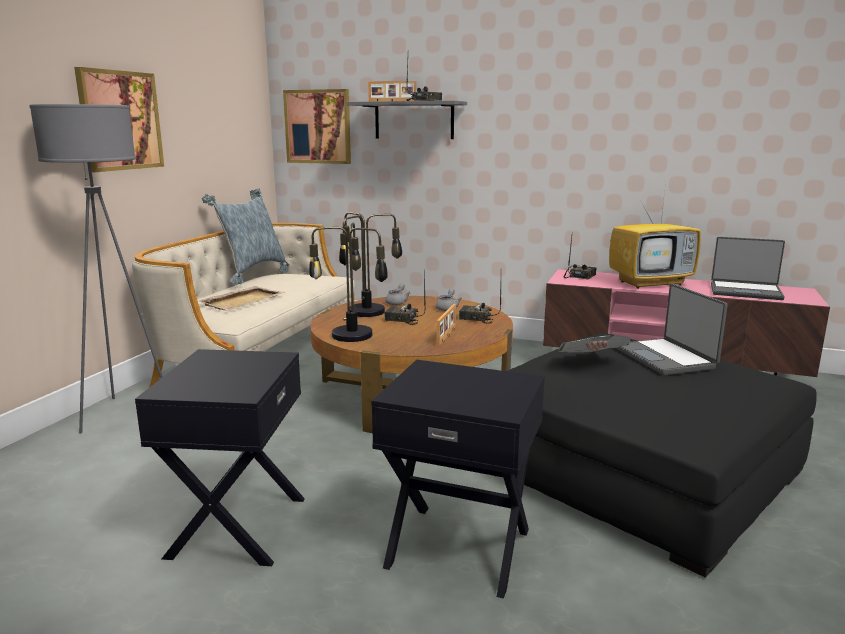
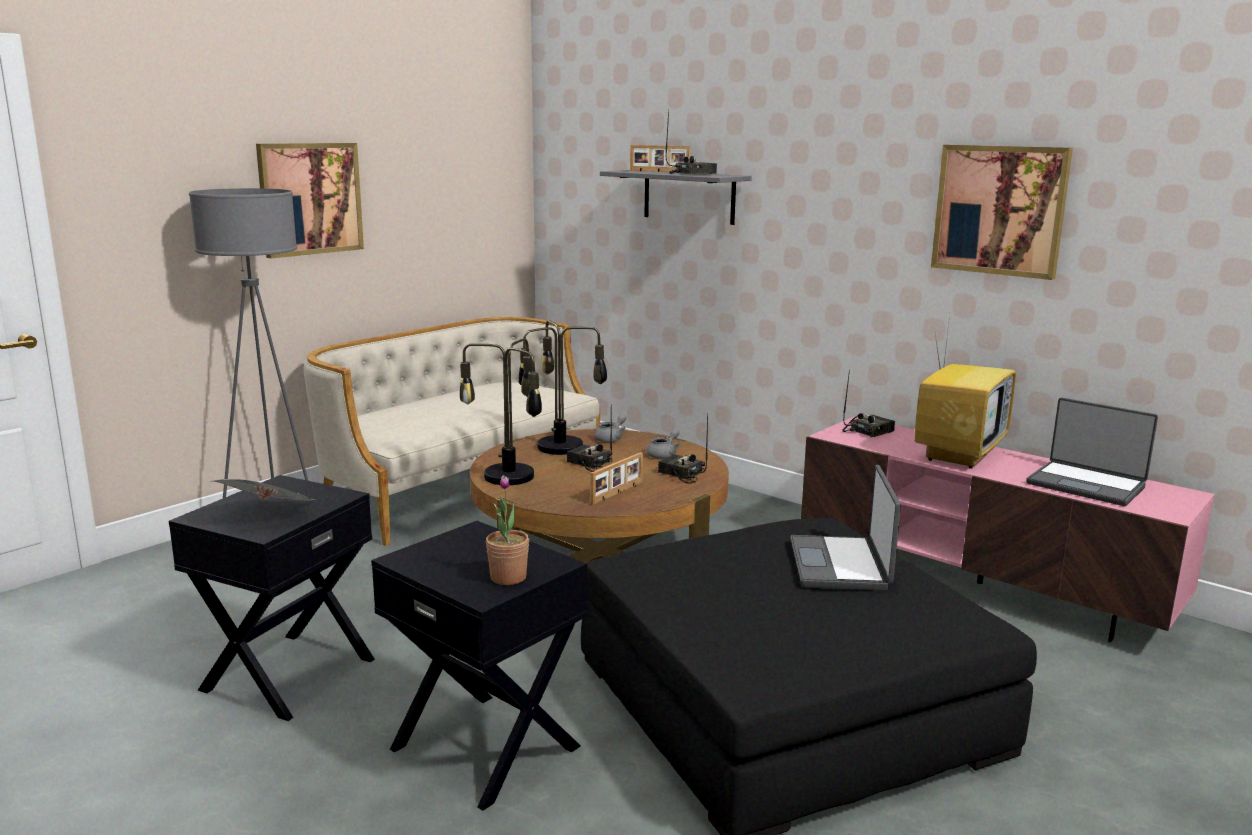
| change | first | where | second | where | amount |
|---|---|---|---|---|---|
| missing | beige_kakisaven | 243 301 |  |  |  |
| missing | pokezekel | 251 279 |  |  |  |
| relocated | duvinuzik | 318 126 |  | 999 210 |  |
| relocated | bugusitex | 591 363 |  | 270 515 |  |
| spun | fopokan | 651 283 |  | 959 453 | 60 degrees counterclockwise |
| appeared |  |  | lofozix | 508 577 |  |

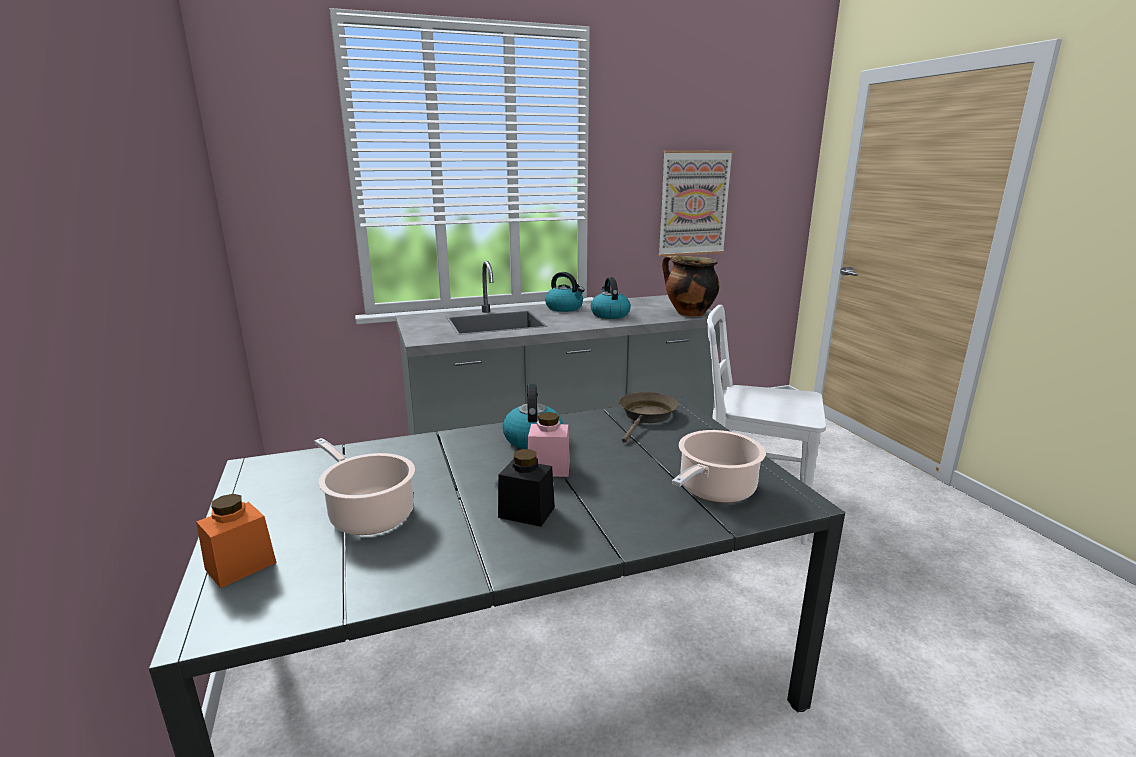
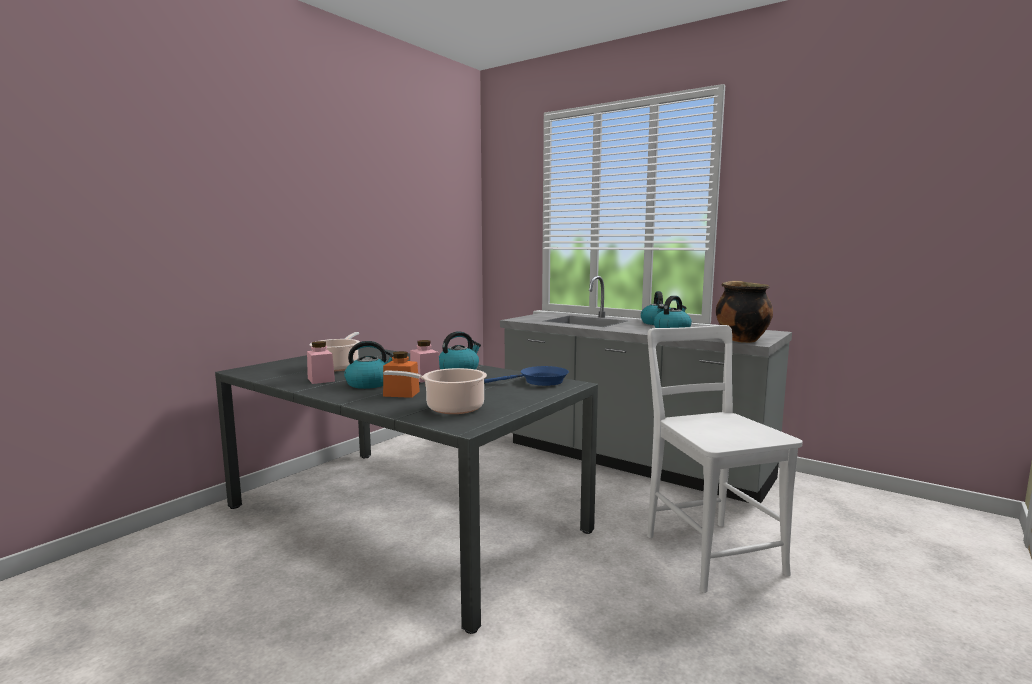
| change | first | where | second | where | amount |
|---|---|---|---|---|---|
| relocated | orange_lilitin | 240 565 |  | 401 393 |  |
| exchanged | black_lilitin | 526 512 | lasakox | 370 384 |  |
| colour | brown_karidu | 646 416 | blue_karidu | 539 381 |  |
| missing | duvinuzik | 694 203 |  |  |  |
| appeared |  |  | pink_lilitin | 321 379 |  |

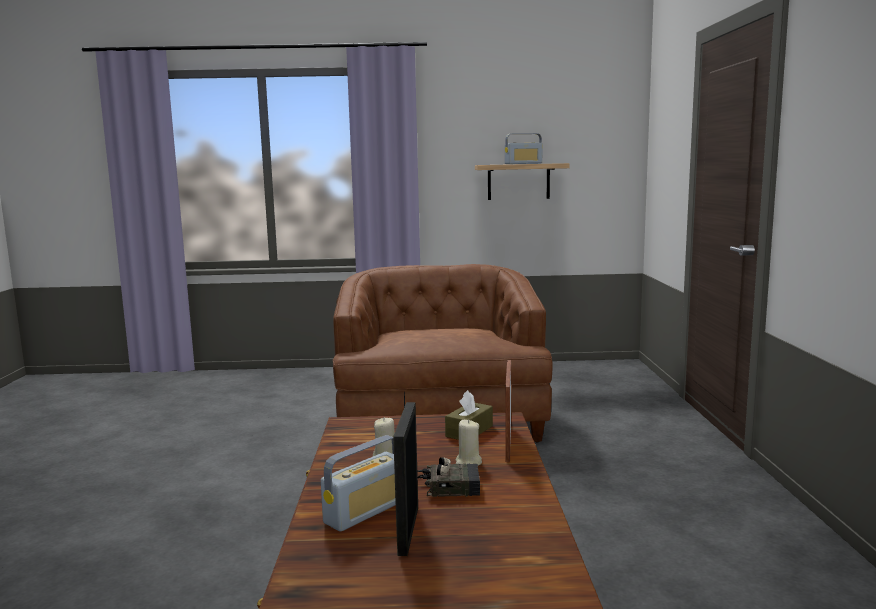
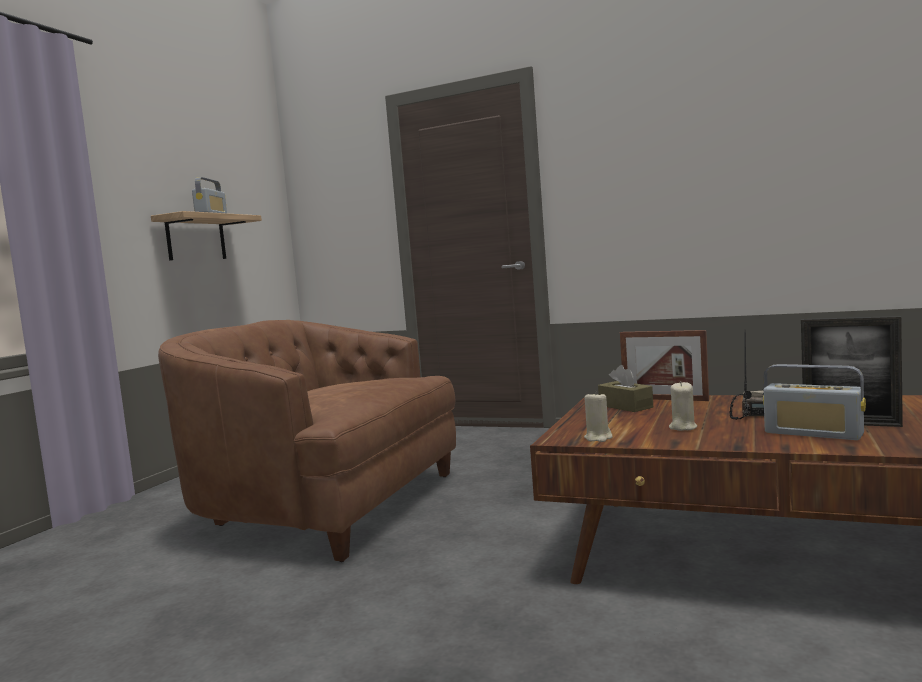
| change | first | where | second | where | amount |
|---|---|---|---|---|---|
| spun | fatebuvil | 365 511 |  | 813 433 | 150 degrees clockwise |
| relocated | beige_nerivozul | 468 462 |  | 598 438 |  |

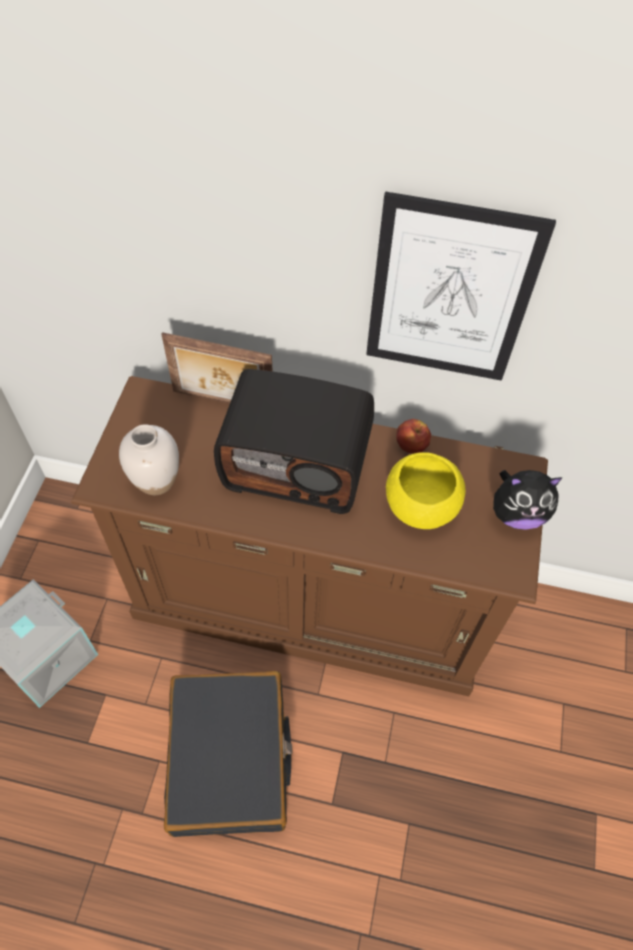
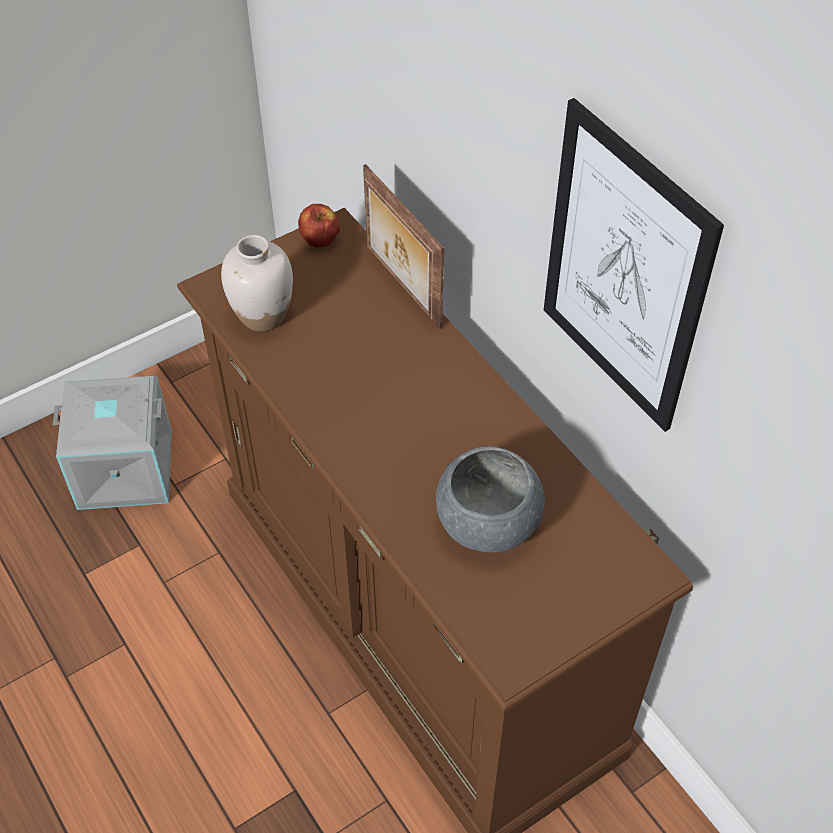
| change | first | where | second | where | amount |
|---|---|---|---|---|---|
| missing | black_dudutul | 230 758 |  |  |  |
| missing | fatebuvil | 298 463 |  |  |  |
| colour | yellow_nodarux | 420 506 | grey_nodarux | 487 522 |  |
| relocated | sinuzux | 411 445 |  | 319 239 |  |
| missing | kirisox | 517 514 |  |  |  |

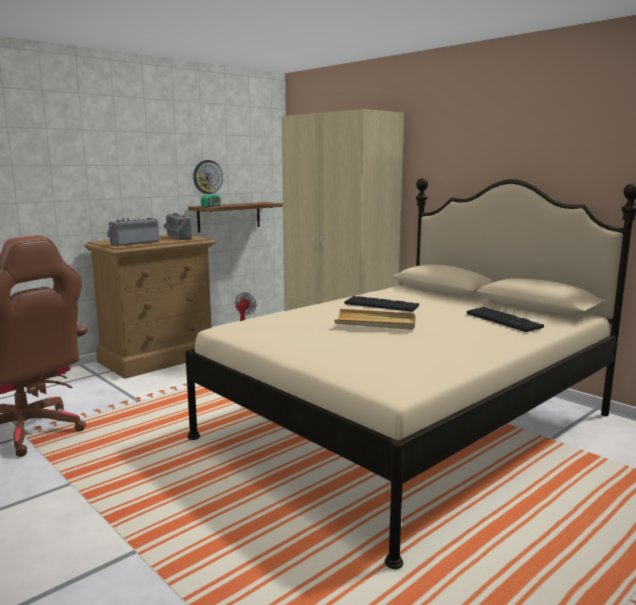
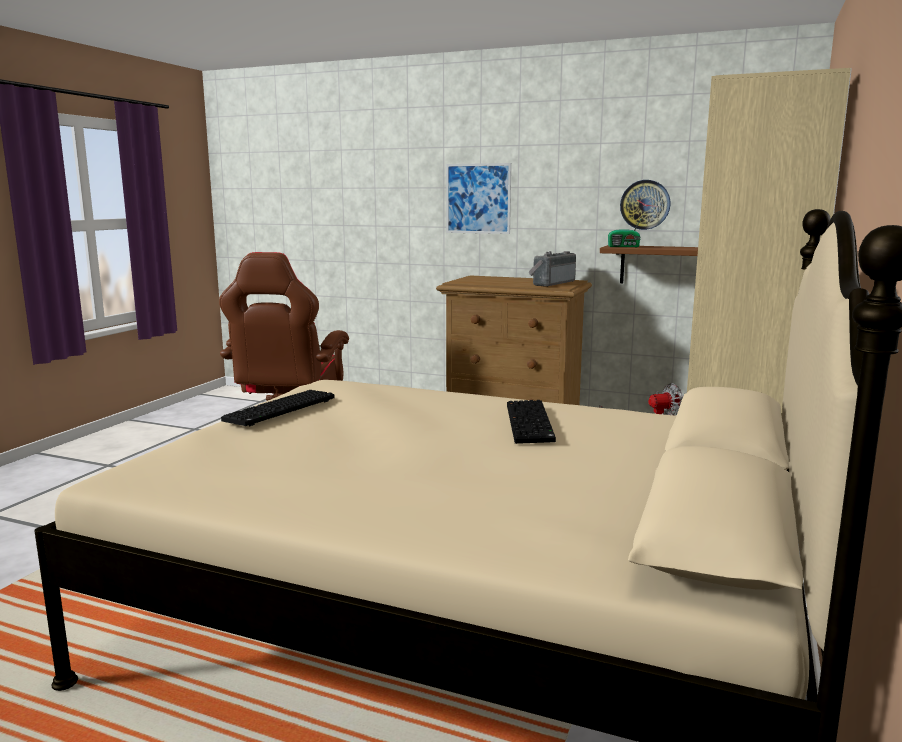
| change | first | where | second | where | amount |
|---|---|---|---|---|---|
| missing | fatebuvil | 134 243 |  |  |  |
| missing | beige_kakisaven | 375 322 |  |  |  |
| relocated | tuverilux | 505 320 |  | 281 410 |  |
| appeared |  |  | duvinuzik | 478 198 |  |

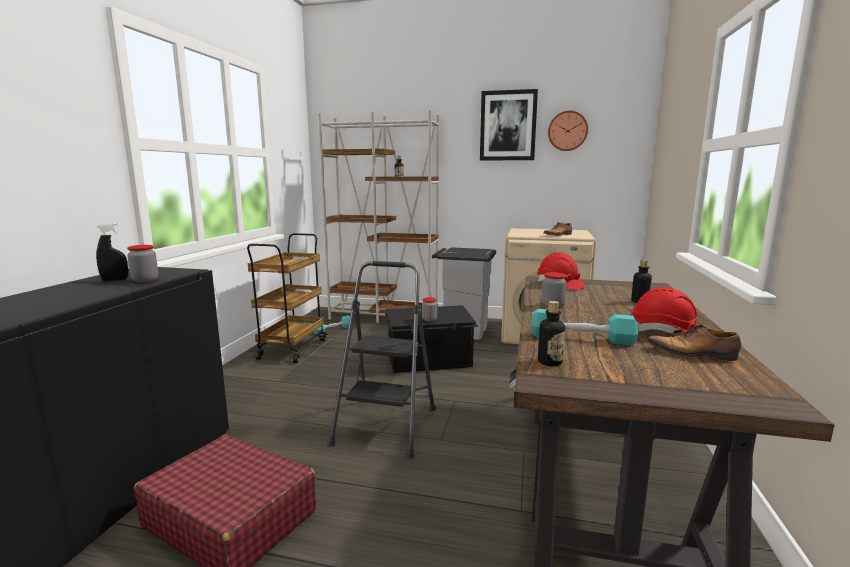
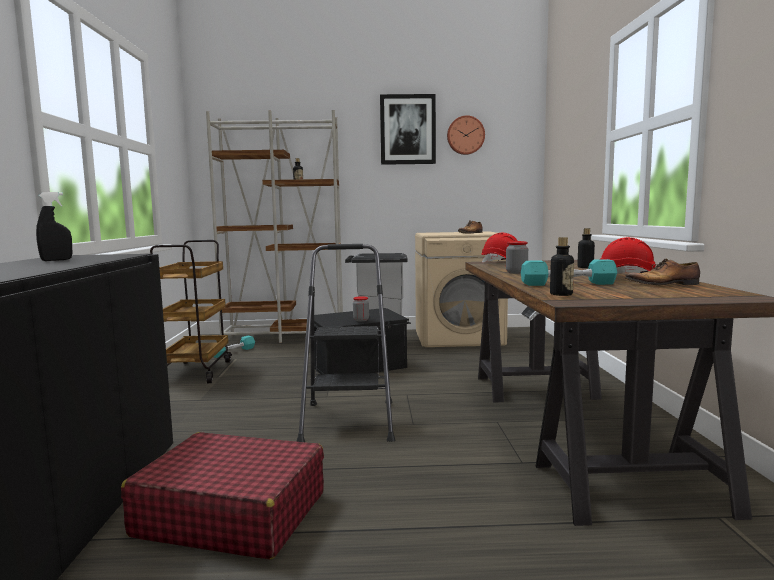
| change | first | where | second | where | amount |
|---|---|---|---|---|---|
| missing | lilitin | 145 280 |  |  |  |

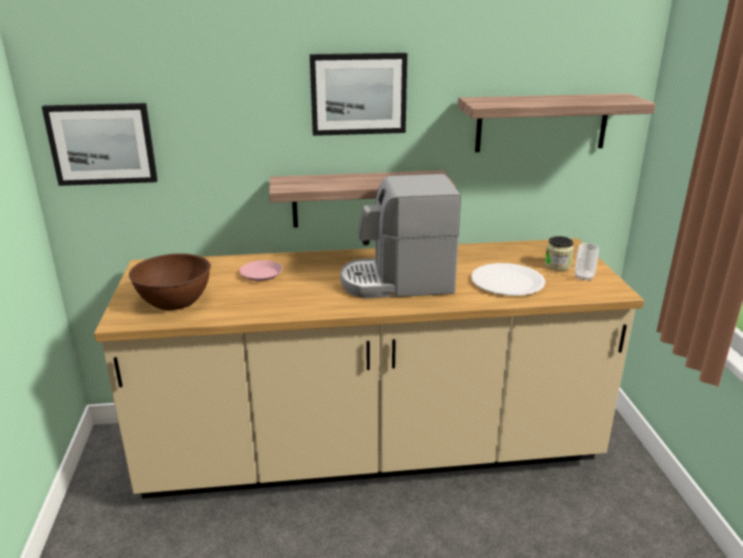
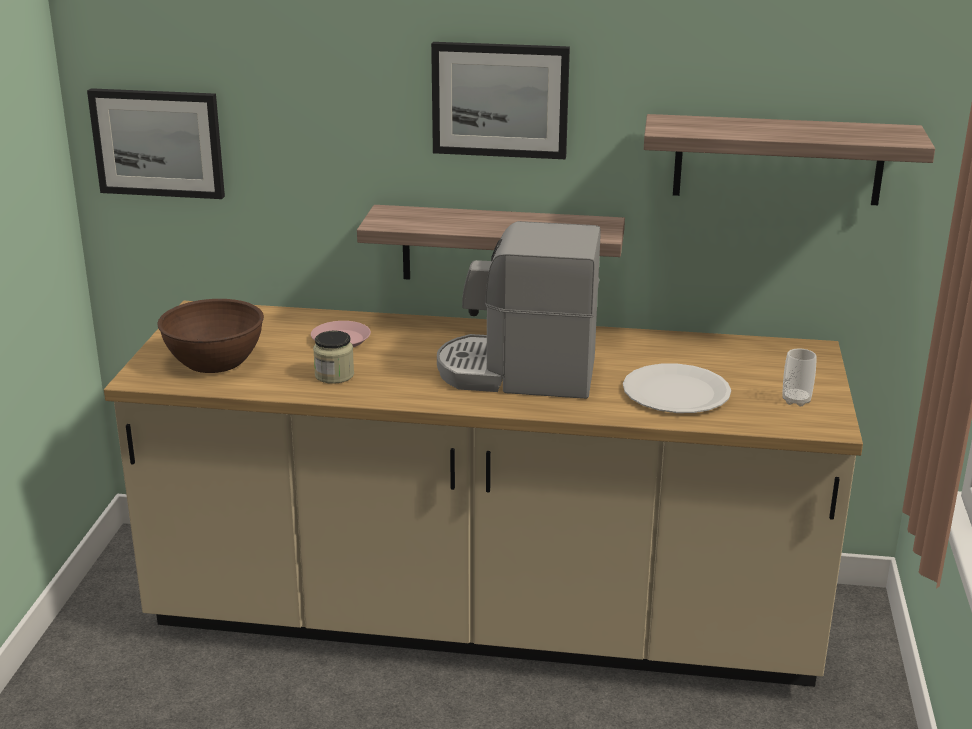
| change | first | where | second | where | amount |
|---|---|---|---|---|---|
| relocated | lilitin | 557 265 |  | 334 375 |  |

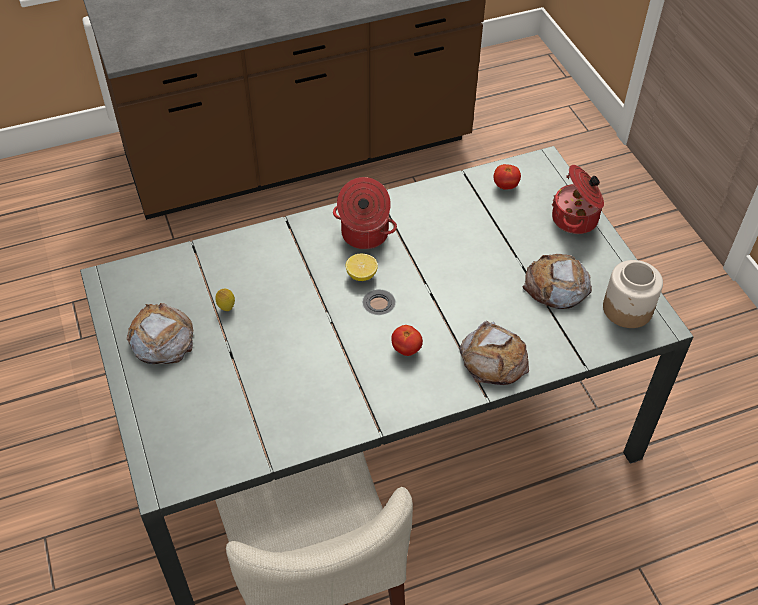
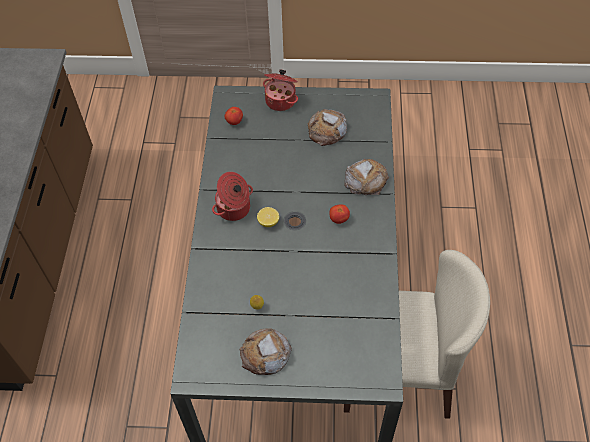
| change | first | where | second | where | amount |
|---|---|---|---|---|---|
| missing | lilitin | 628 309 |  |  |  |

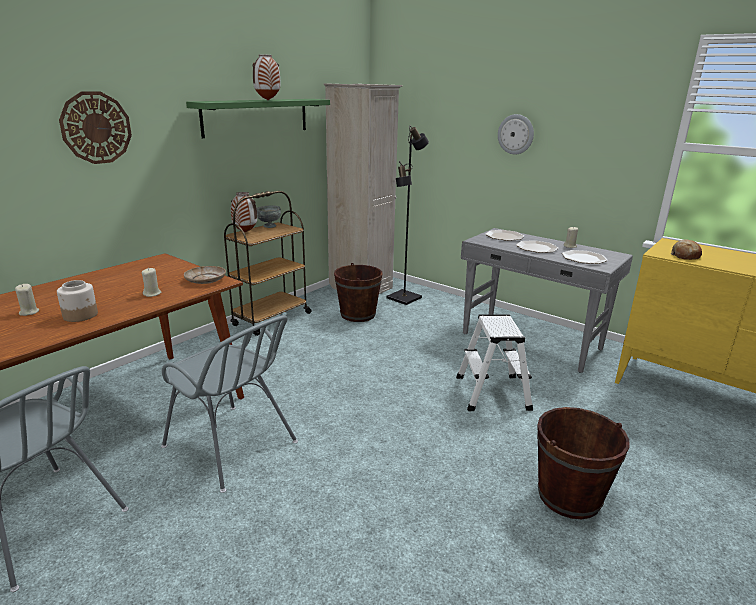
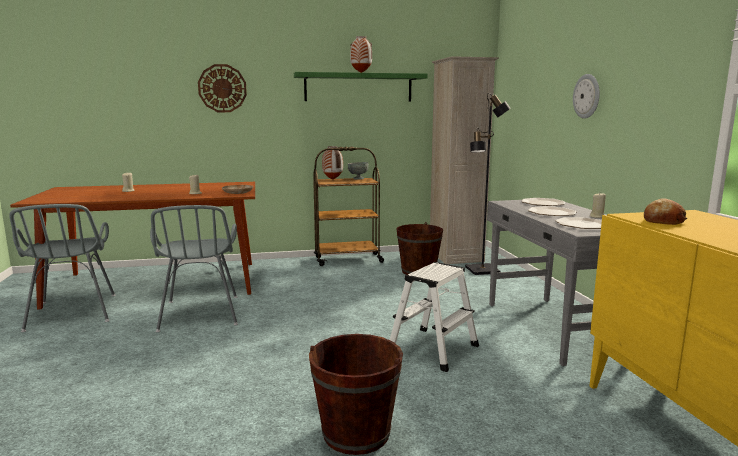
| change | first | where | second | where | amount |
|---|---|---|---|---|---|
| missing | lilitin | 81 315 |  |  |  |

